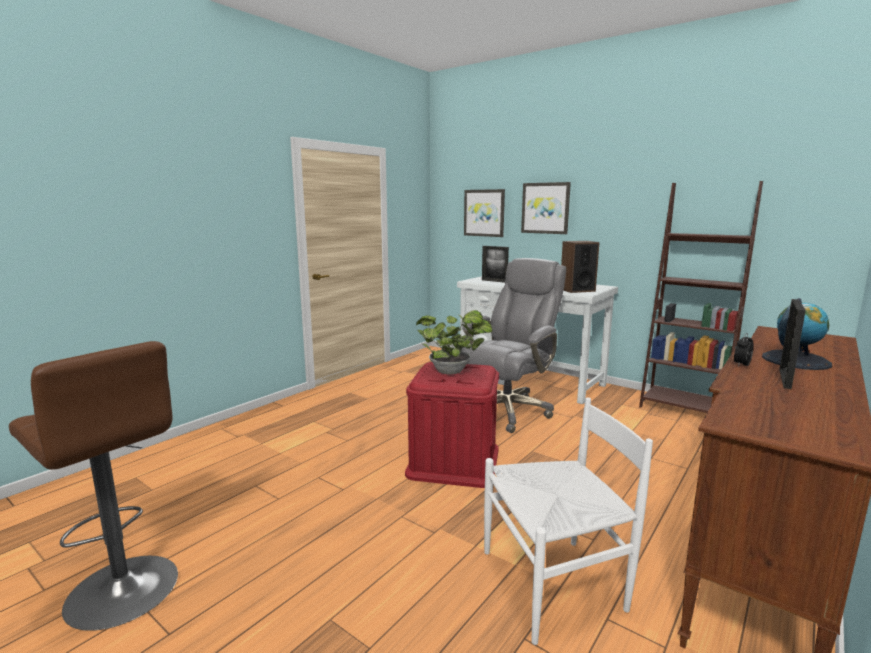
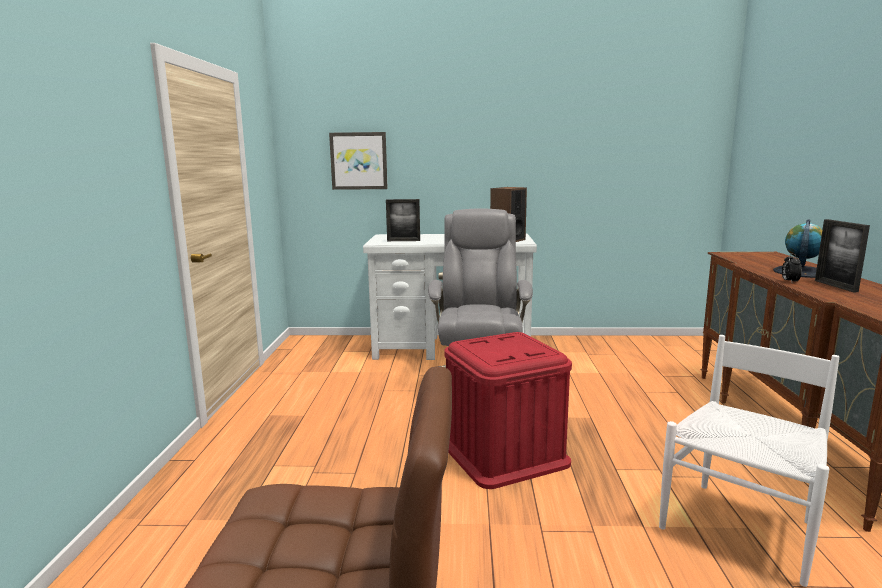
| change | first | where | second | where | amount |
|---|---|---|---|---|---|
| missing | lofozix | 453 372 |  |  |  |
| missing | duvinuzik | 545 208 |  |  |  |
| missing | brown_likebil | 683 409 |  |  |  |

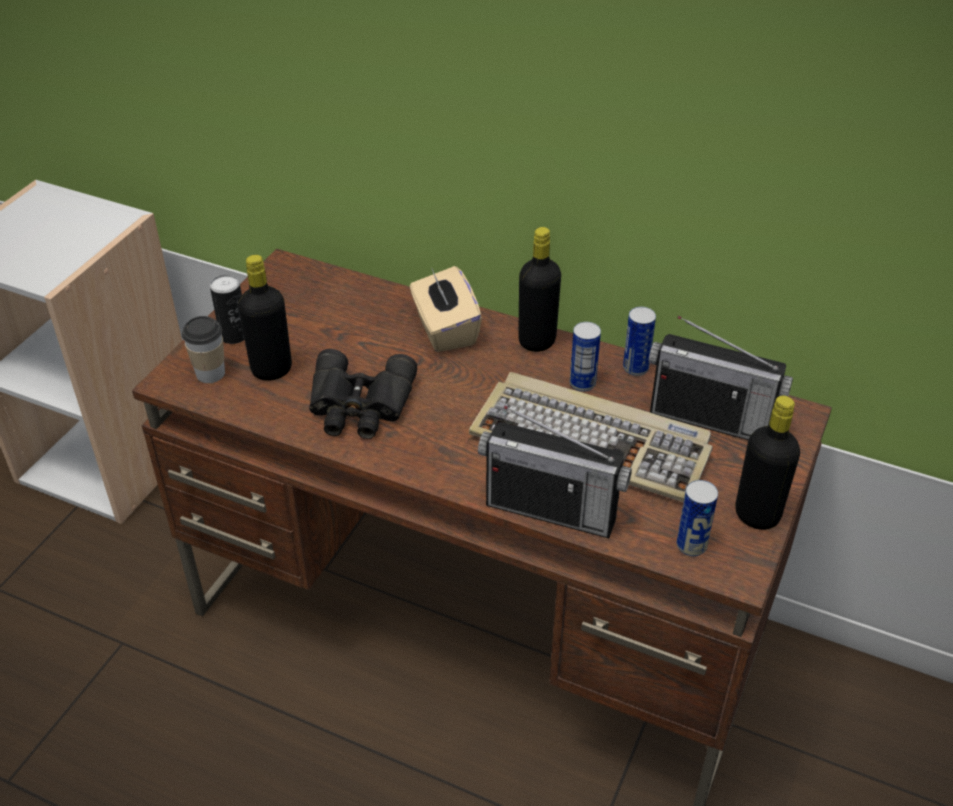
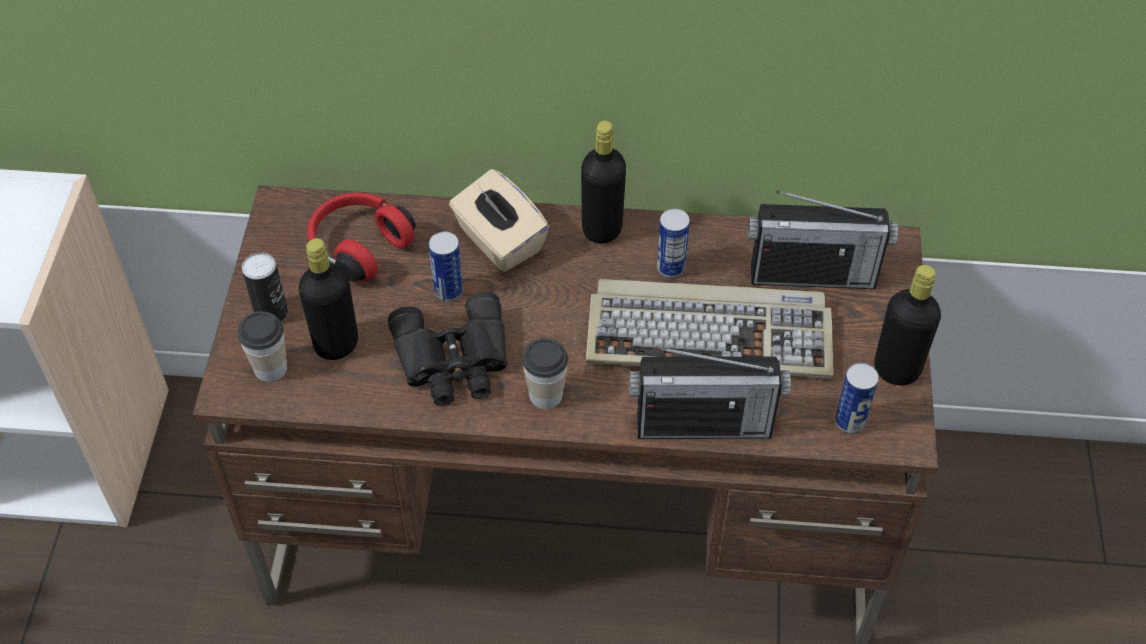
| change | first | where | second | where | amount |
|---|---|---|---|---|---|
| relocated | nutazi | 635 368 |  | 448 291 |  |
| appeared |  |  | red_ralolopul | 358 246 |  |
| appeared |  |  | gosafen | 545 395 |  |

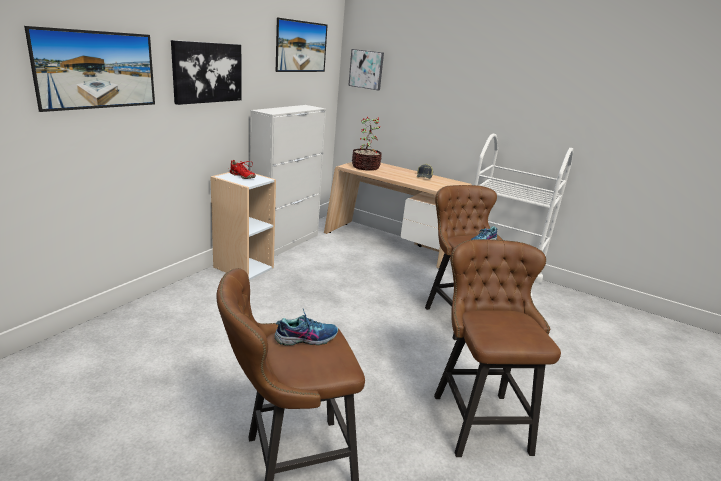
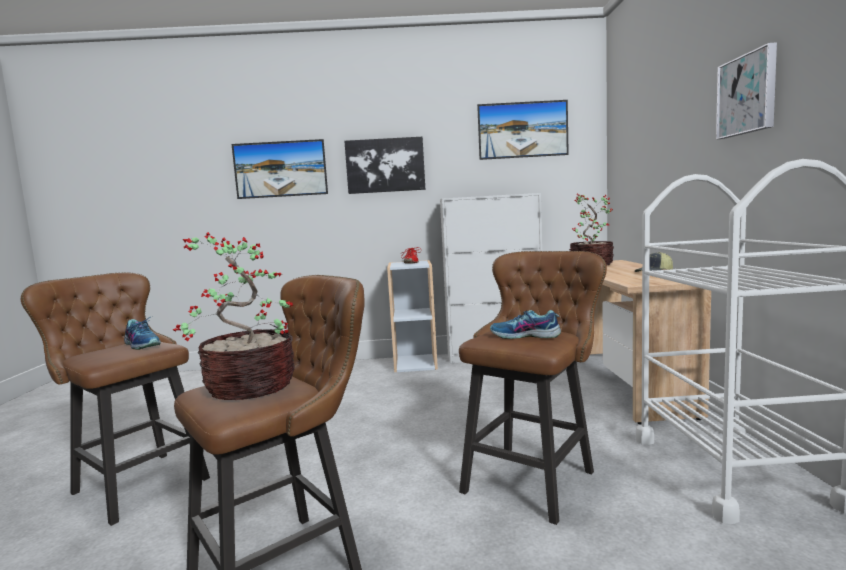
| change | first | where | second | where | amount |
|---|---|---|---|---|---|
| relocated | duvinuzik | 366 69 |  | 747 94 |  |
| appeared |  |  | lofozix | 247 386 |  |

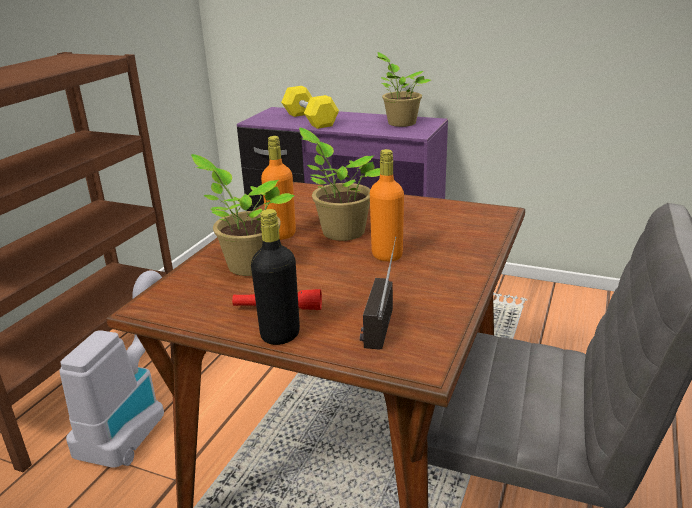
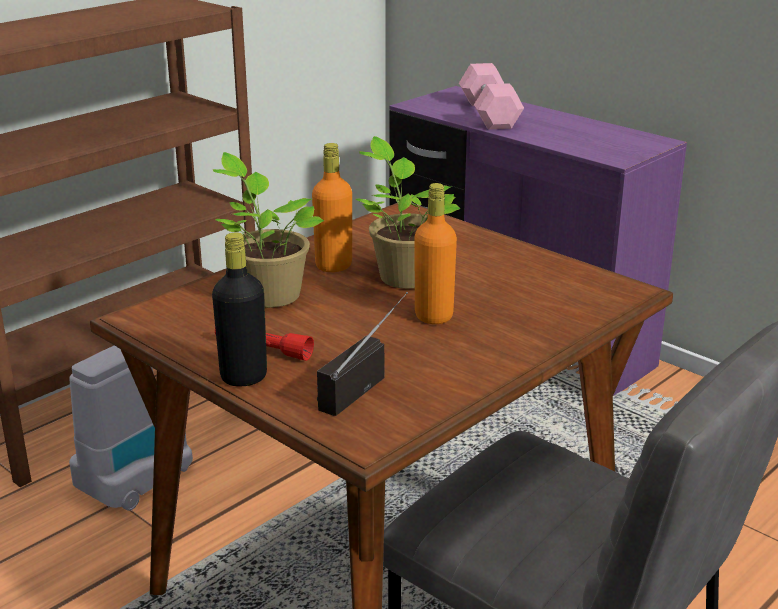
| change | first | where | second | where | amount |
|---|---|---|---|---|---|
| colour | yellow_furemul | 310 120 | pink_furemul | 489 114 |  |
| missing | lofozix | 400 123 |  |  |  |

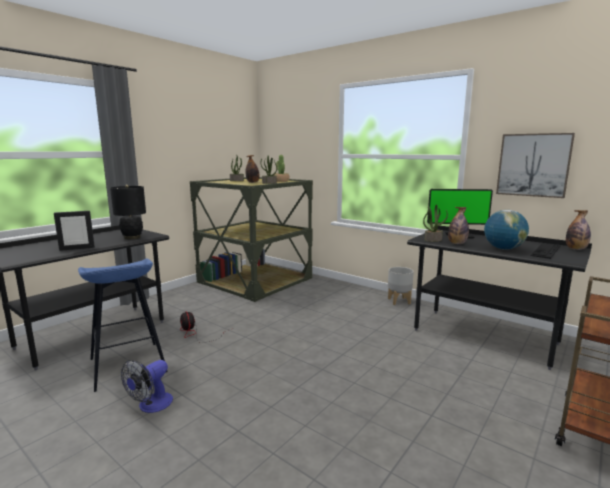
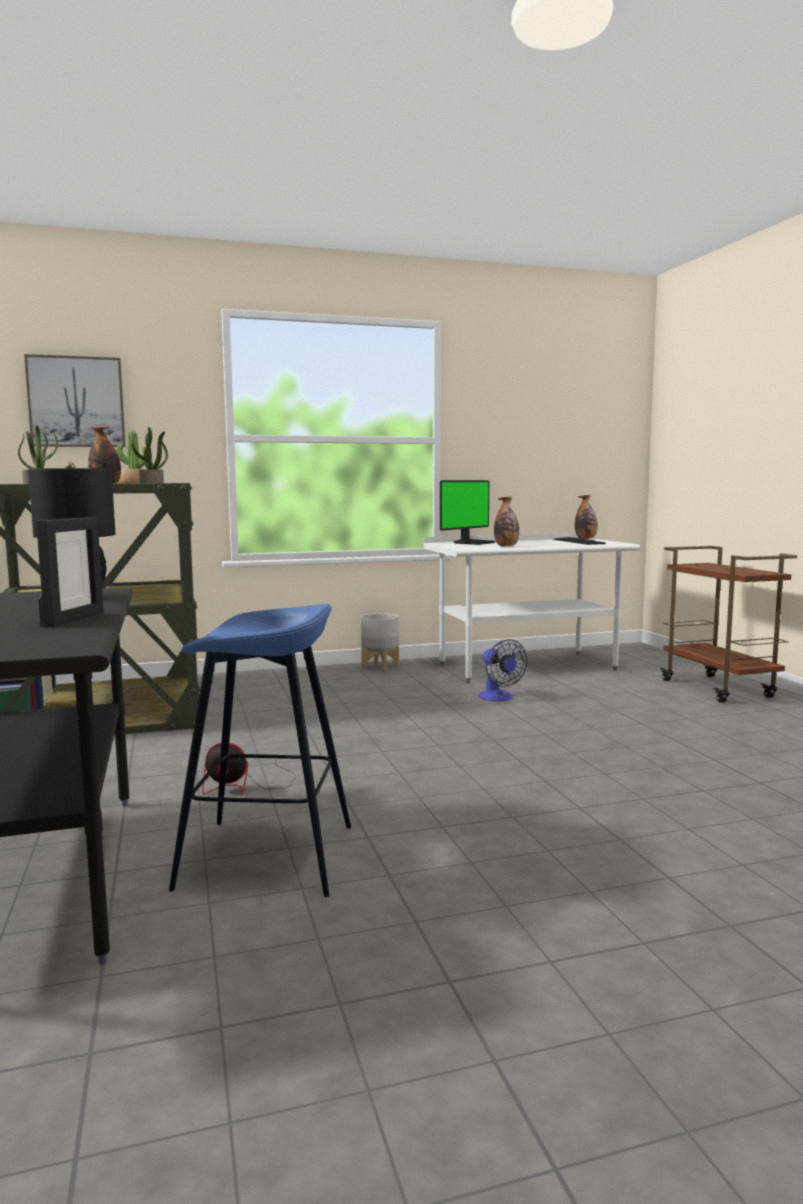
| change | first | where | second | where | amount |
|---|---|---|---|---|---|
| relocated | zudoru | 151 406 |  | 499 698 |  |
| colour | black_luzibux | 484 337 | white_luzibux | 526 667 |  |
| missing | lofozix | 433 240 |  |  |  |
| missing | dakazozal | 503 249 |  |  |  |
| relocated | duvinuzik | 533 165 |  | 76 402 |  |

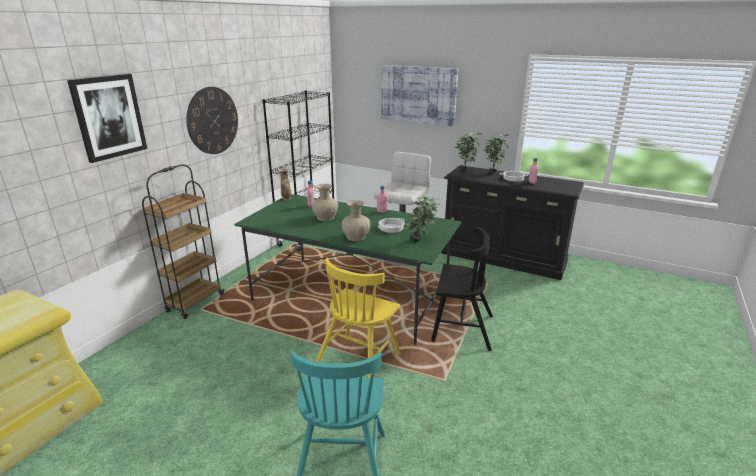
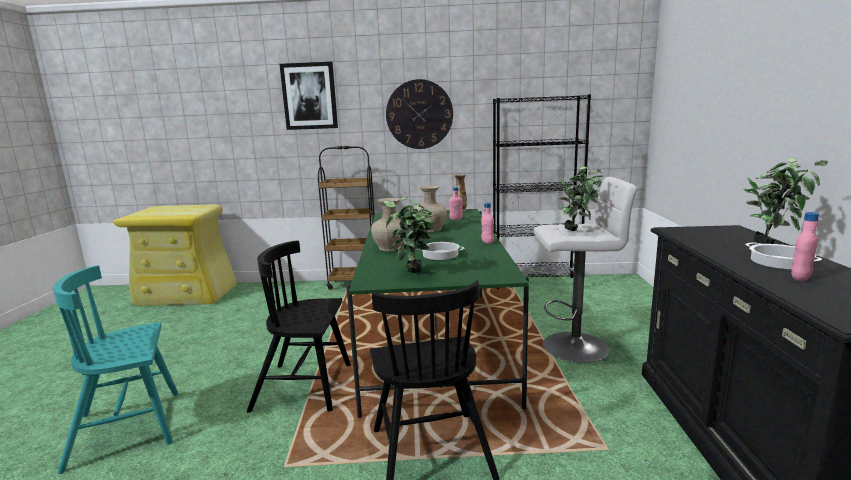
| change | first | where | second | where | amount |
|---|---|---|---|---|---|
| colour | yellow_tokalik | 360 358 | black_tokalik | 309 386 |  |
| missing | duvinuzik | 418 94 |  |  |  |
| relocated | lofozix | 465 169 |  | 579 230 |  |

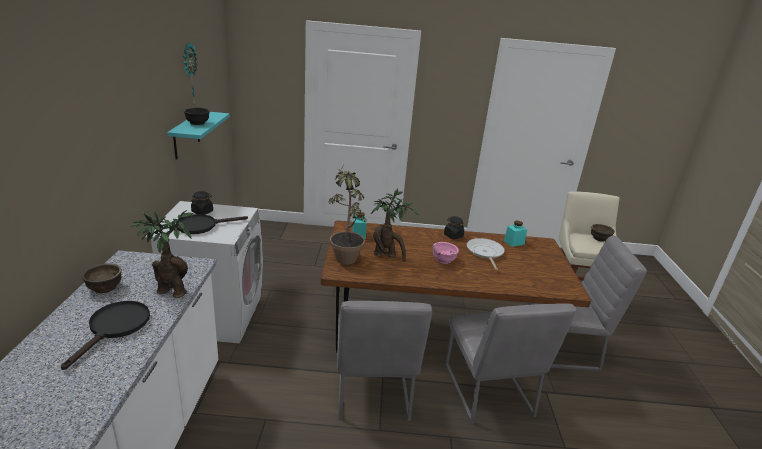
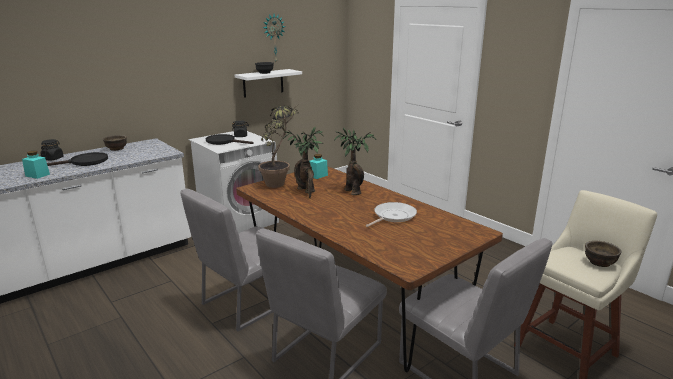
| change | first | where | second | where | amount |
|---|---|---|---|---|---|
| relocated | lofozix | 169 291 |  | 352 191 |  |
| colour | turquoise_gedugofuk | 186 135 | white_gedugofuk | 263 83 |  |
| missing | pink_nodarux | 443 260 |  |  |  |
| relocated | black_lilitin | 453 235 |  | 53 158 |  |
| relocated | turquoise_lilitin | 514 242 |  | 37 175 |  |

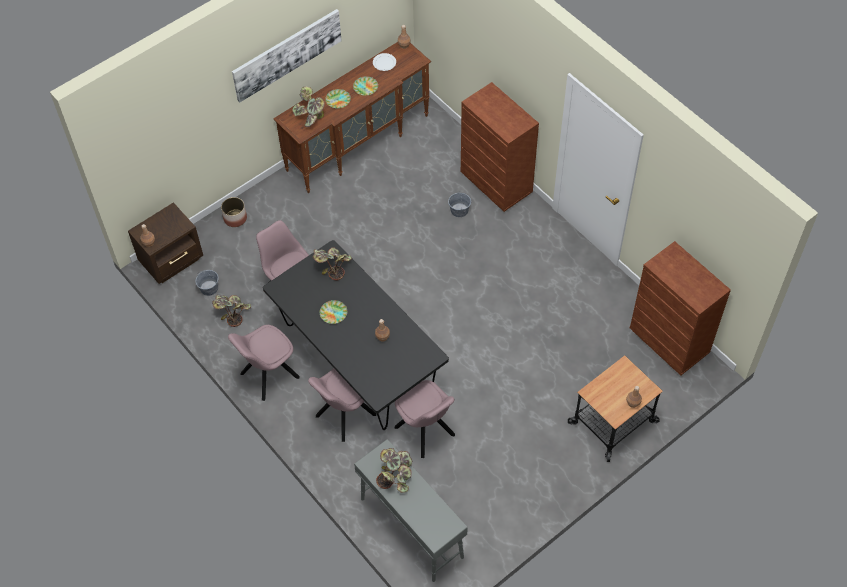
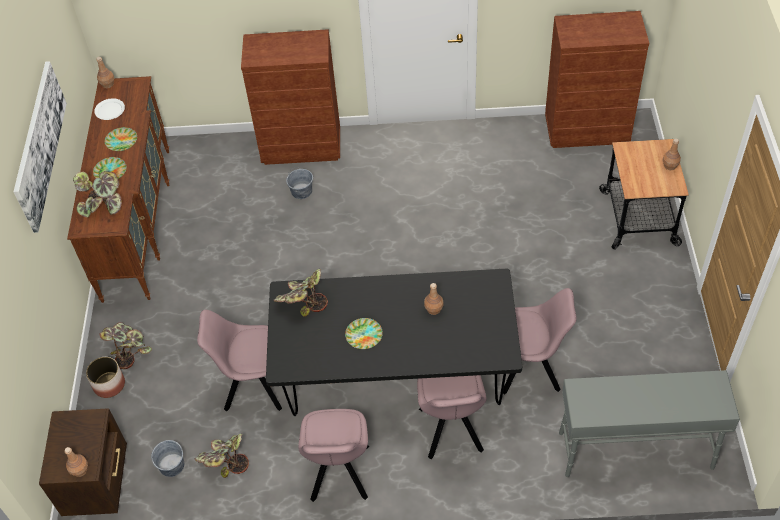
| change | first | where | second | where | amount |
|---|---|---|---|---|---|
| relocated | lofozix | 395 475 |  | 128 350 |  |

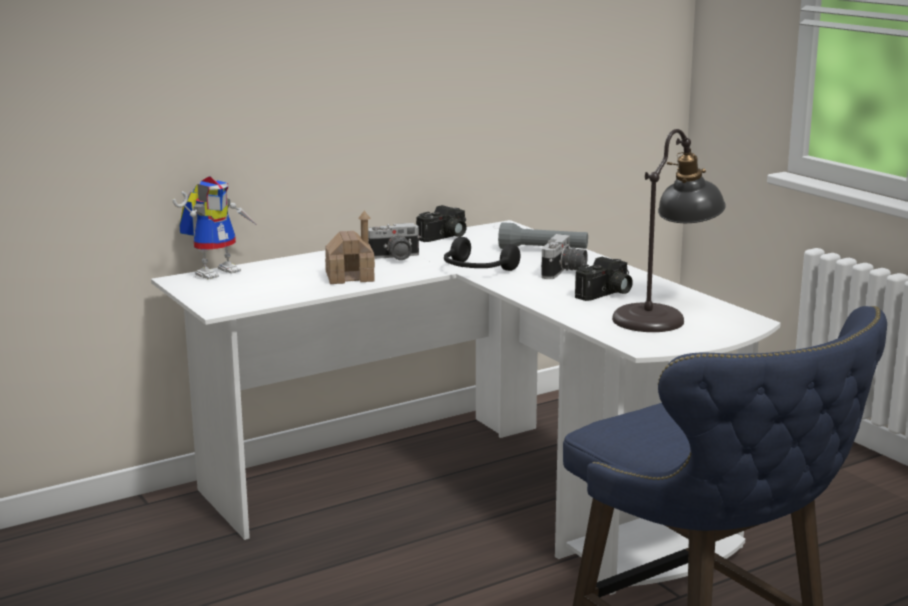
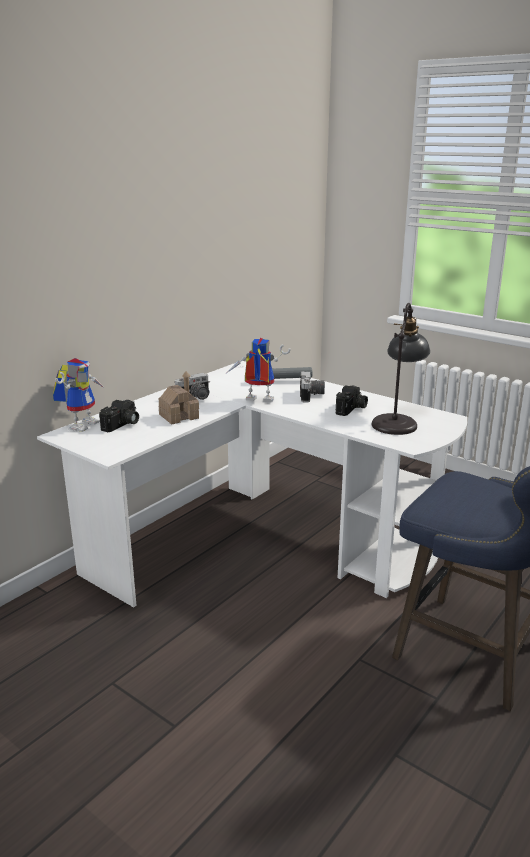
| change | first | where | second | where | amount |
|---|---|---|---|---|---|
| relocated | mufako | 444 237 |  | 122 425 |  |
| exchanged | black_ralolopul | 476 270 | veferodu | 256 401 |  |

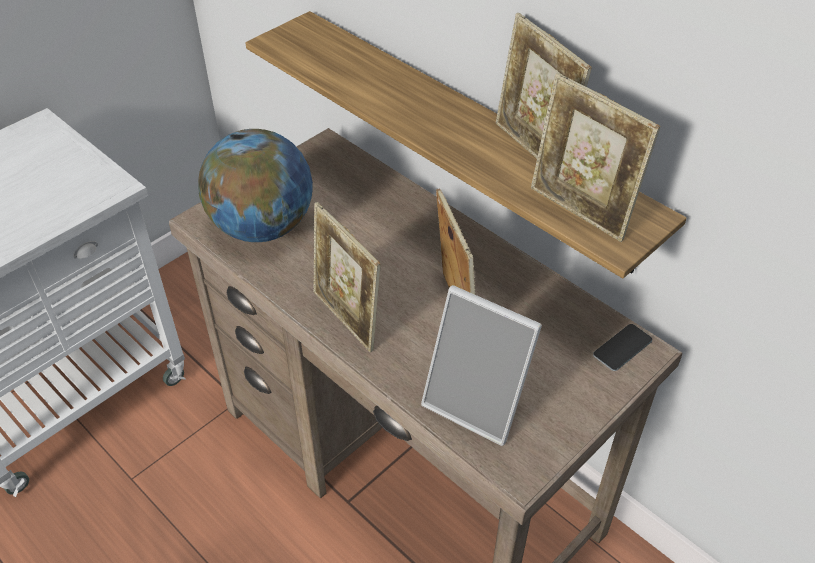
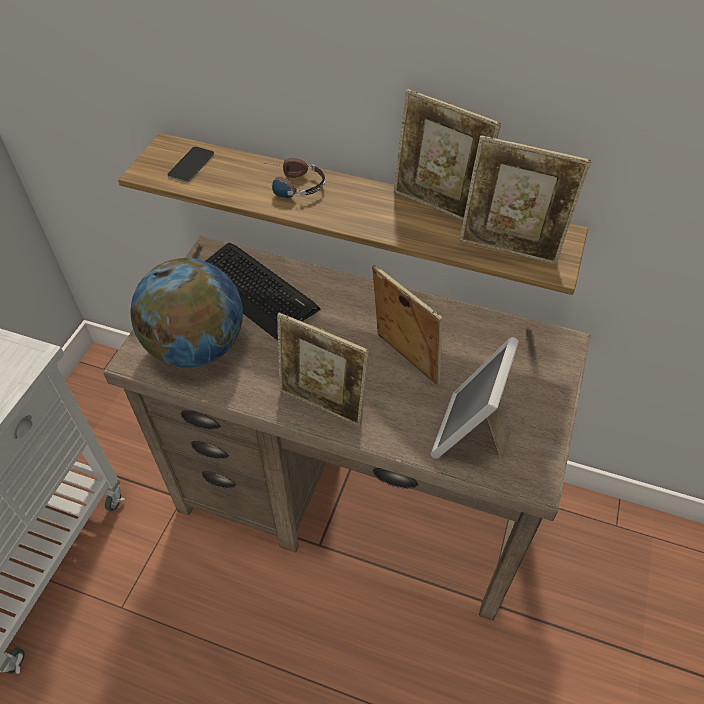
| change | first | where | second | where | amount |
|---|---|---|---|---|---|
| spun | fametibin | 478 402 |  | 470 435 | 105 degrees clockwise |
| relocated | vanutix | 622 347 |  | 191 165 |  |
| appeared |  |  | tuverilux | 254 290 |  |
| appeared |  |  | ralolopul | 290 186 |  |

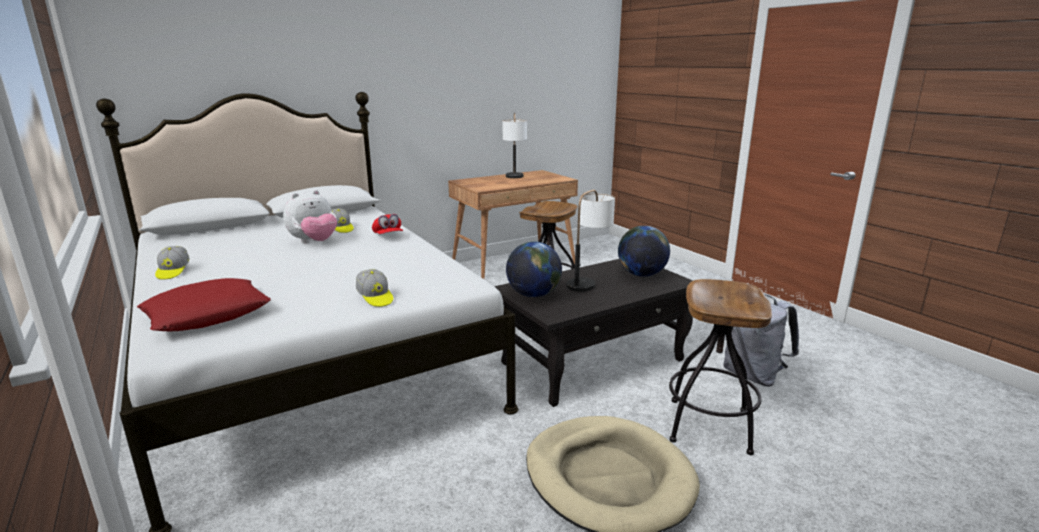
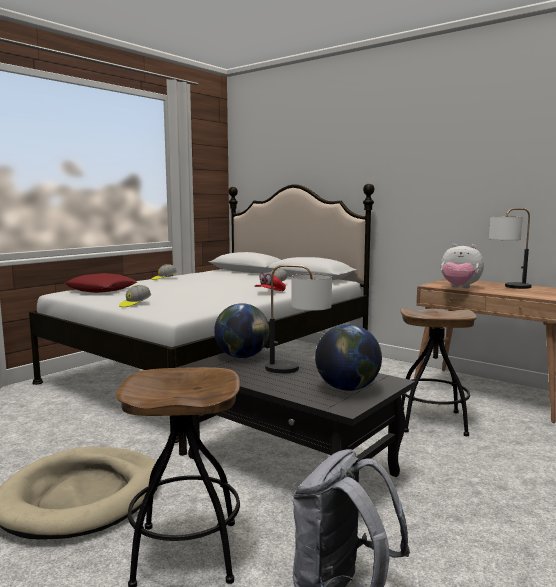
| change | first | where | second | where | amount |
|---|---|---|---|---|---|
| relocated | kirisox | 314 242 |  | 459 288 |  |

